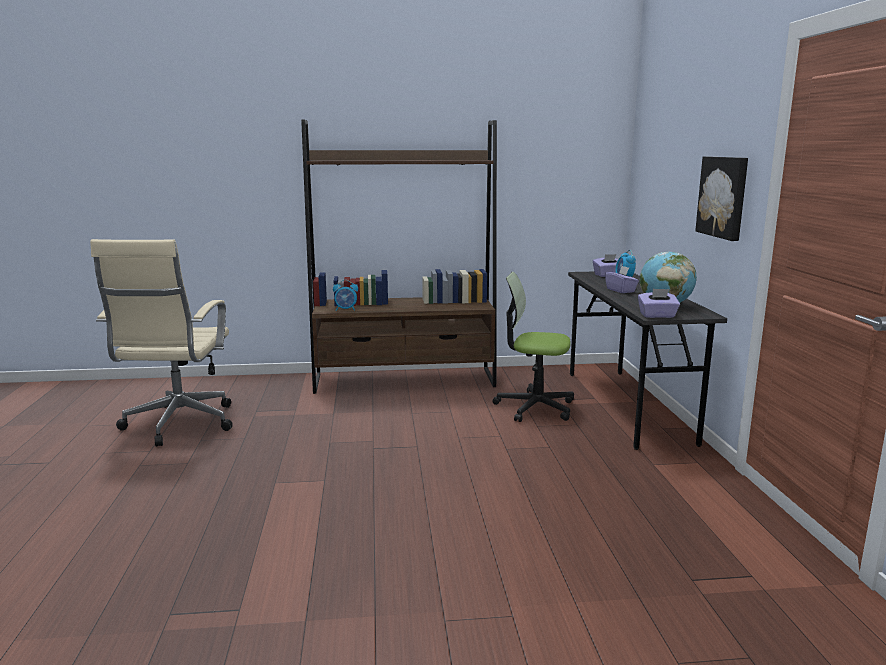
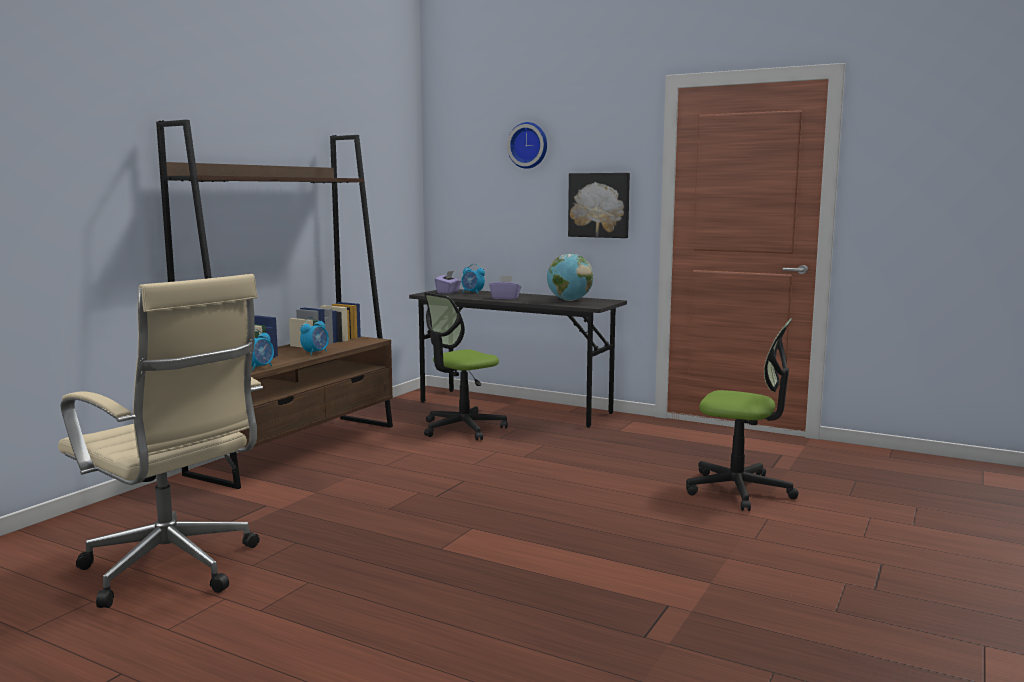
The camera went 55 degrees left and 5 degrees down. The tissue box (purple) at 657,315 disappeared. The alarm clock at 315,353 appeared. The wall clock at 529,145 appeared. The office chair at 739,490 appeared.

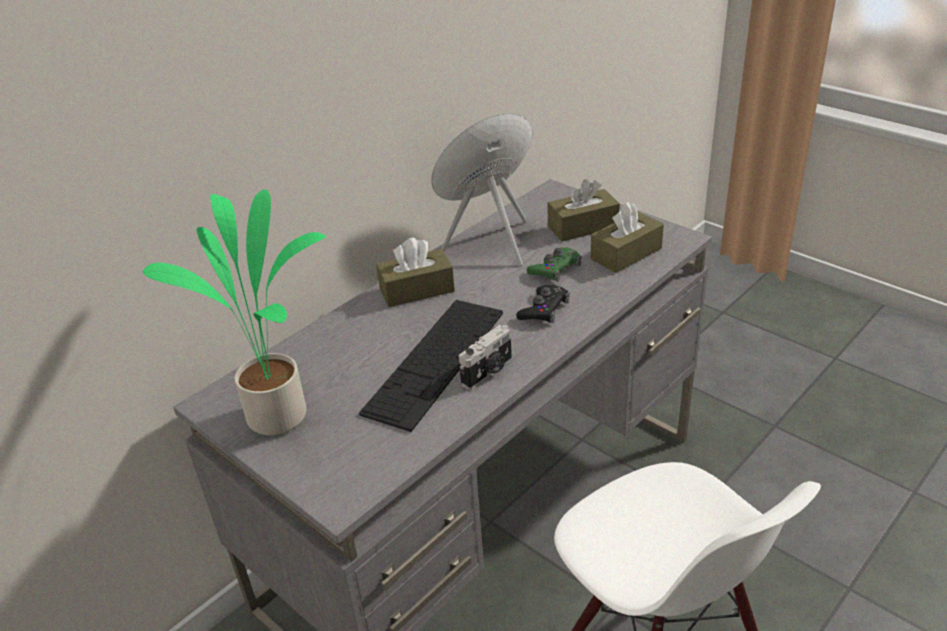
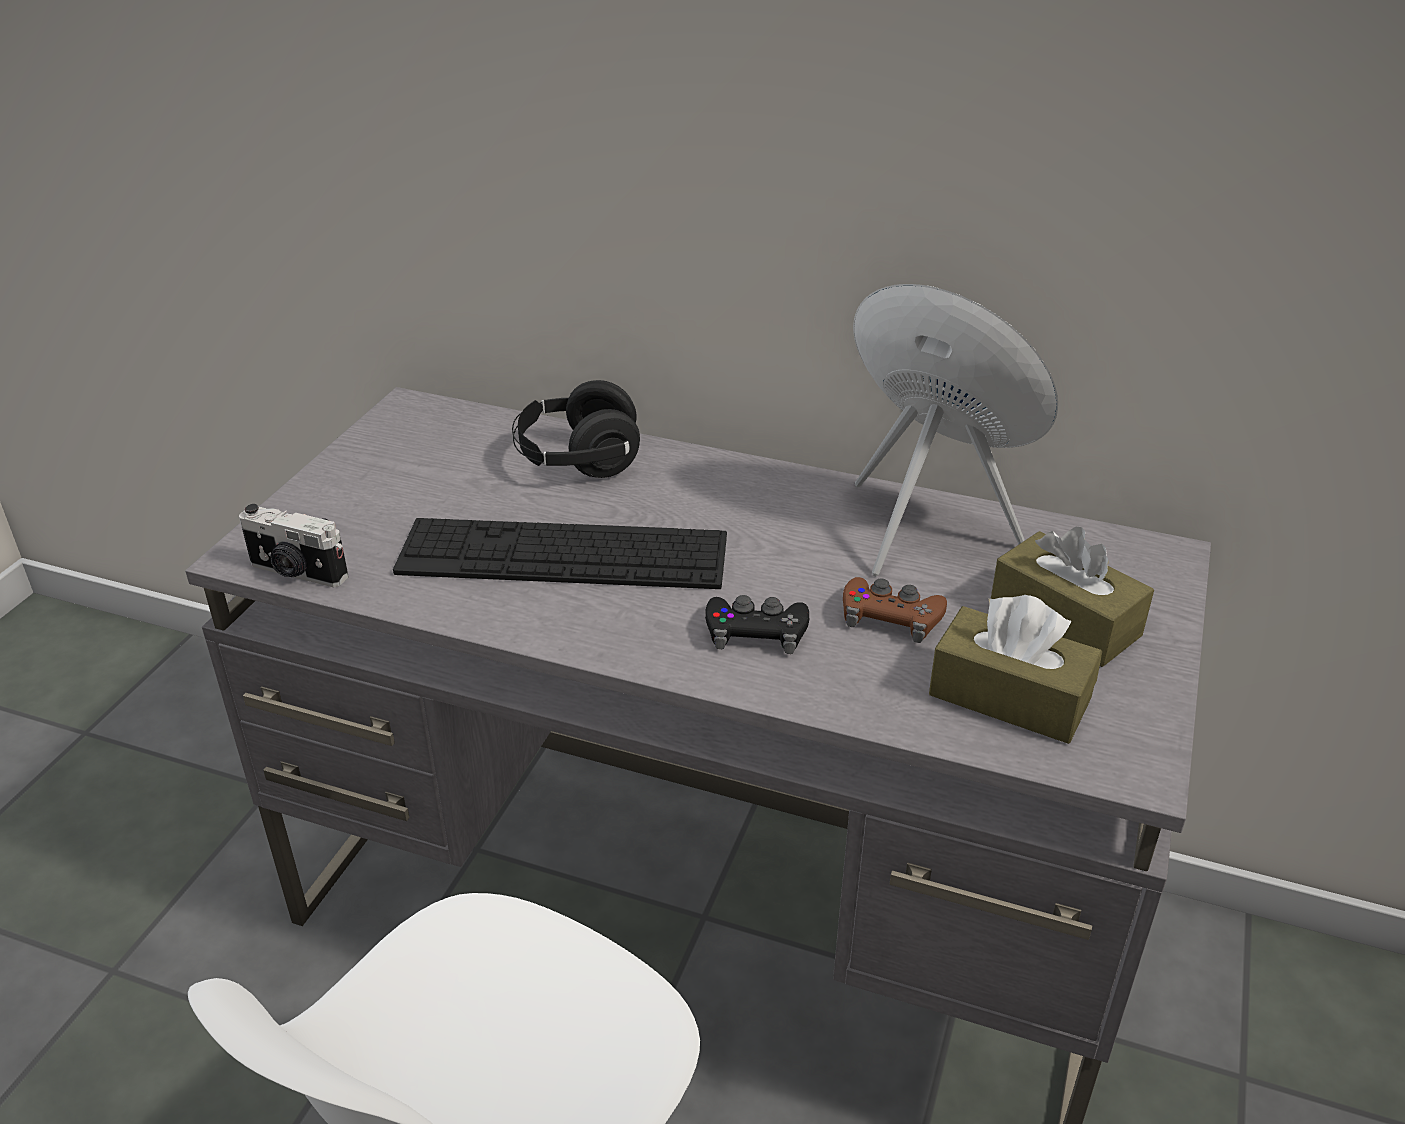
The camera went 65 degrees right and 0 degrees up. The potted plant at 280,414 disappeared. The tissue box (brown) at 417,290 disappeared. The photo camera moved from 488,372 to 297,572. The game controller (green) at 555,269 became the game controller (brown) at 891,617. The headphones (black) at 577,461 appeared.

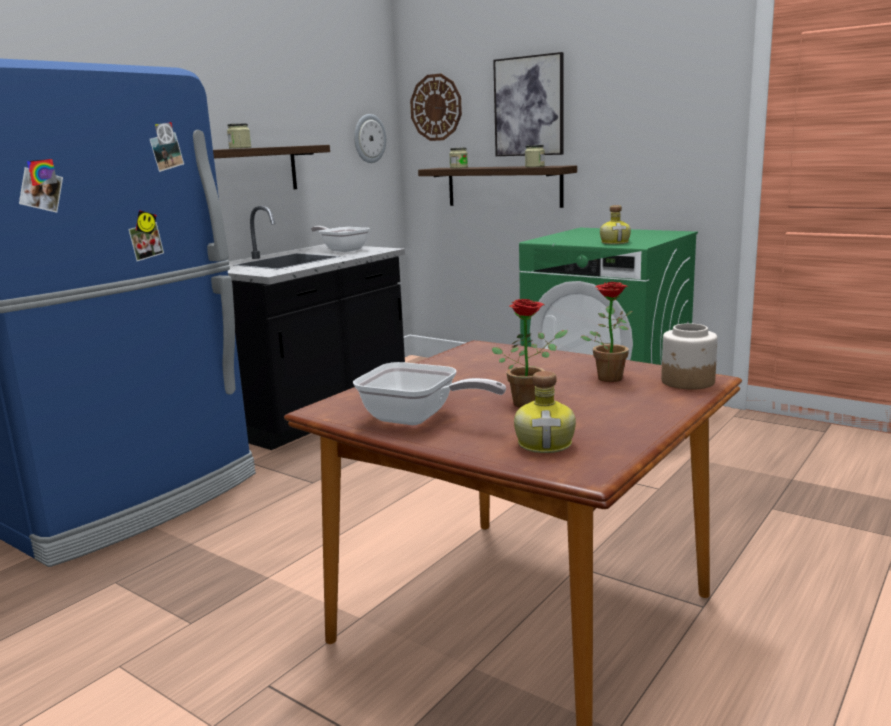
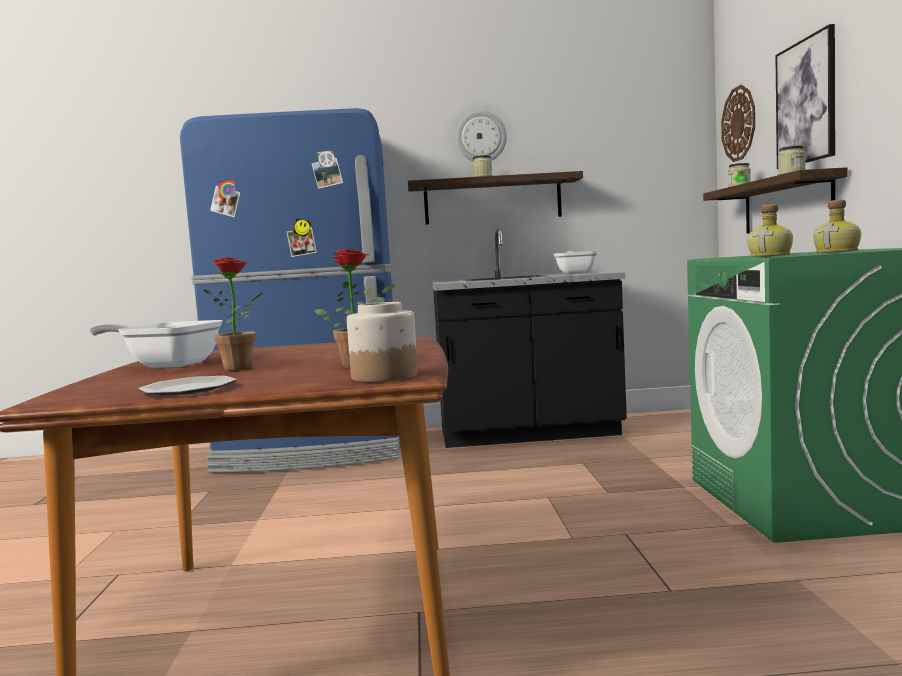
The camera went 50 degrees right and 10 degrees down. The frying pan at 417,419 turned 120 degrees clockwise. The wall clock moved from 369,138 to 481,137. The bottle moved from 546,443 to 838,252. The plate at 189,389 appeared.

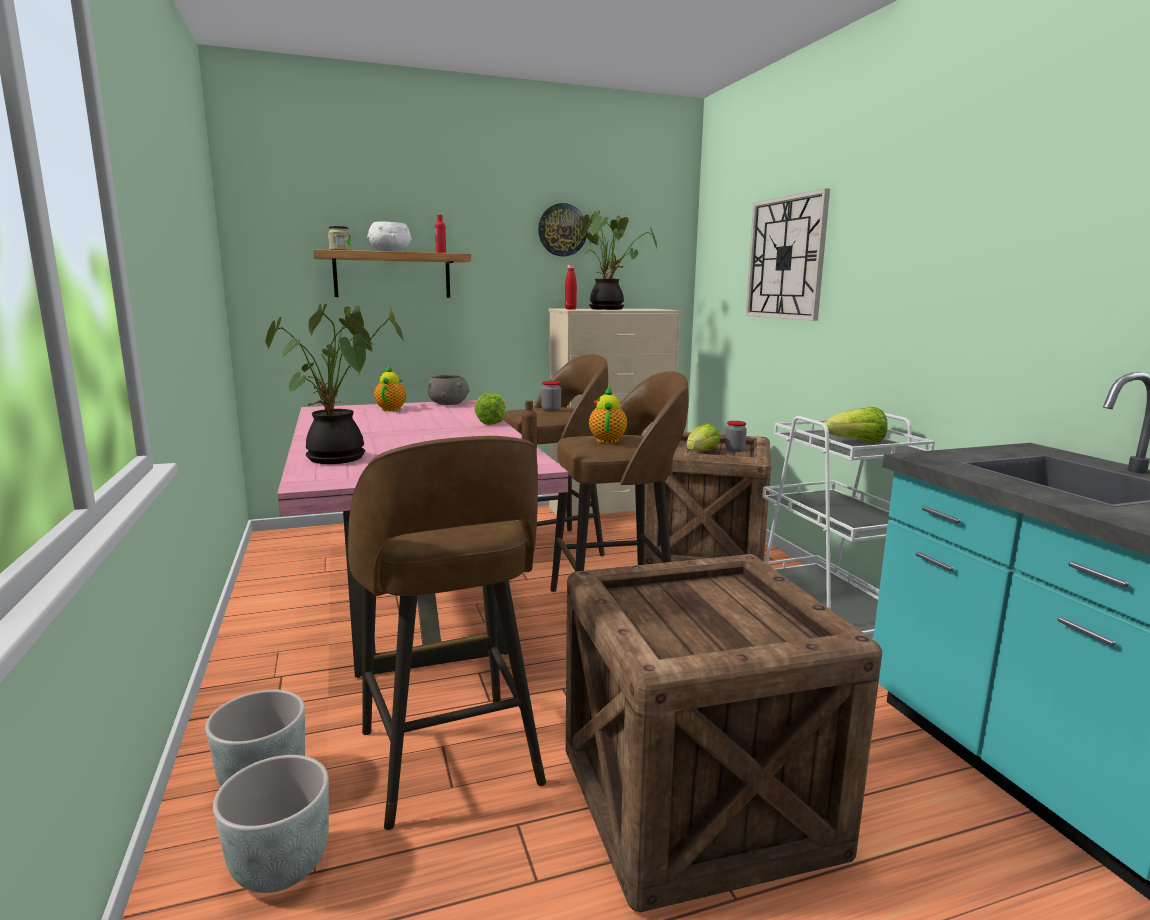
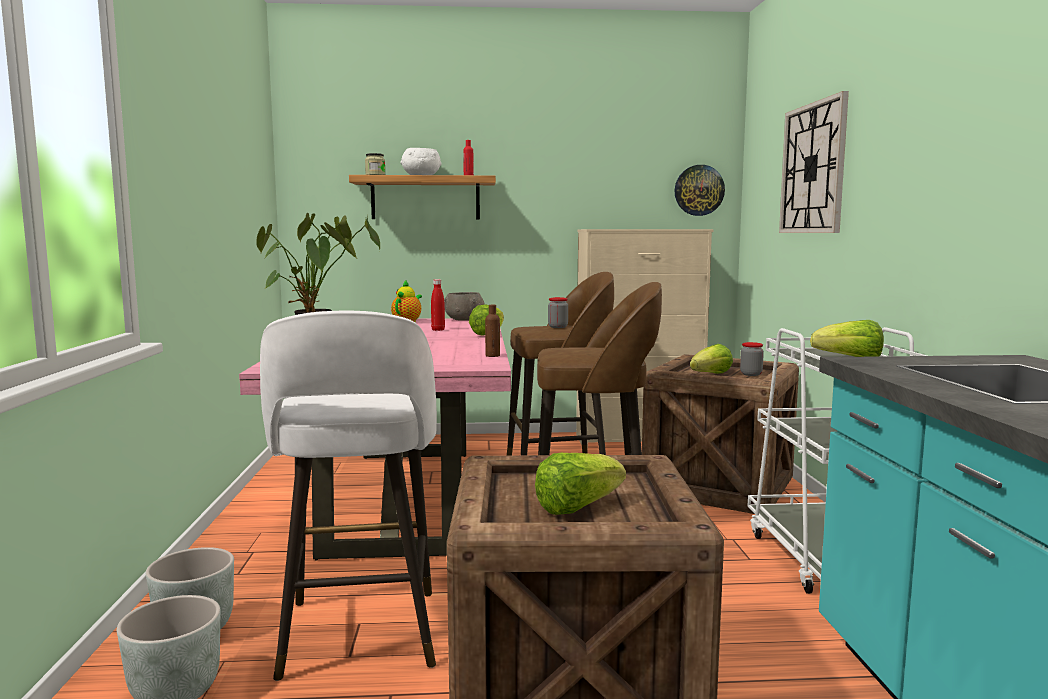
The camera went 15 degrees right and 5 degrees down. The stool (brown) at 450,762 became the stool (white) at 359,636. The wall clock moved from 562,230 to 699,190. The bottle (red) moved from 570,309 to 438,330. The potted plant at 609,309 disappeared. The teapot at 607,439 disappeared. The lettuce at 577,507 appeared.

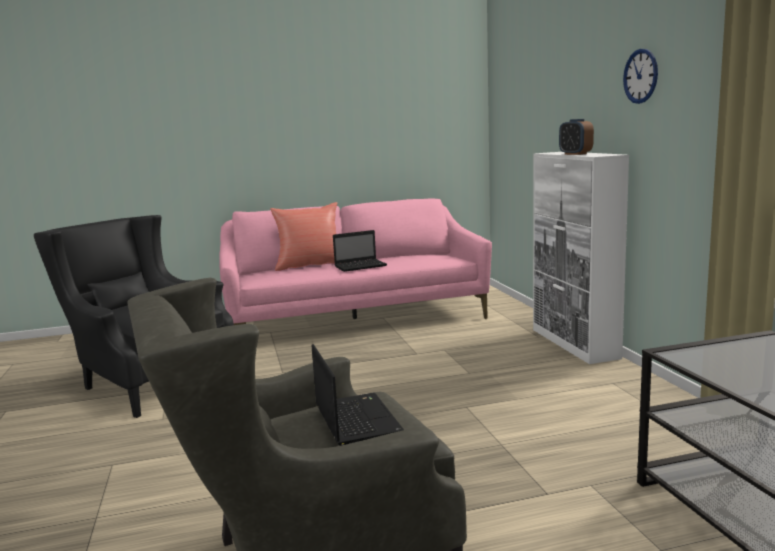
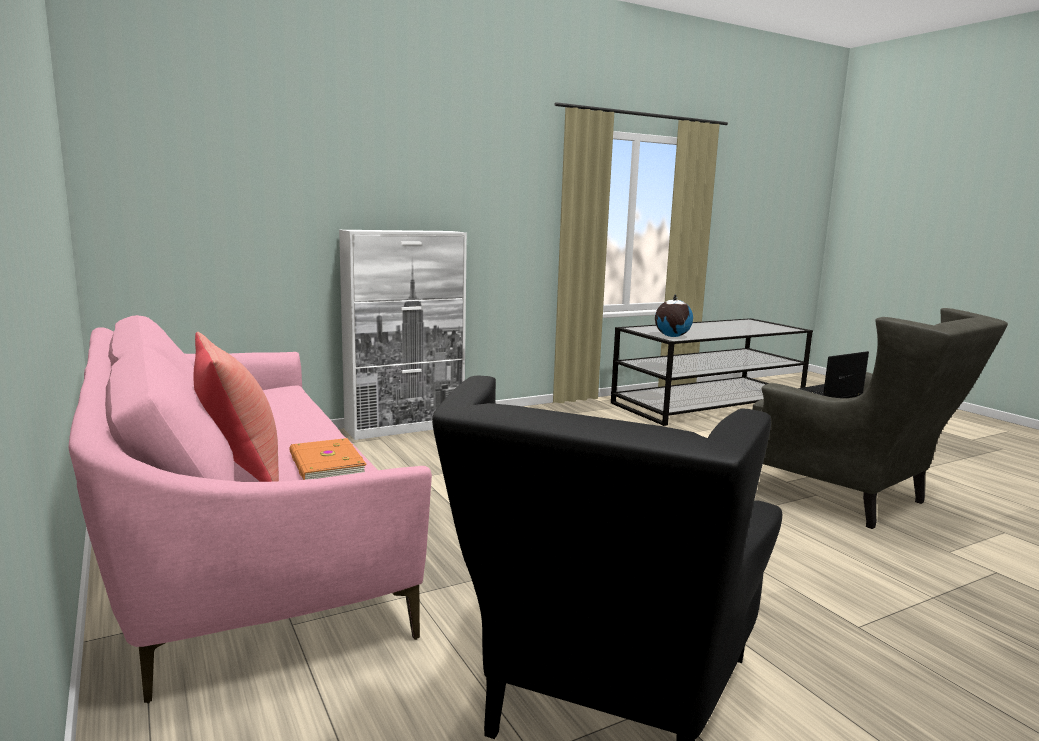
The camera went 105 degrees left and 0 degrees up. The laptop at 361,266 disappeared. The alarm clock at 575,154 disappeared. The wall clock at 640,76 disappeared. The book (orange) at 325,465 appeared. The globe at 671,336 appeared.

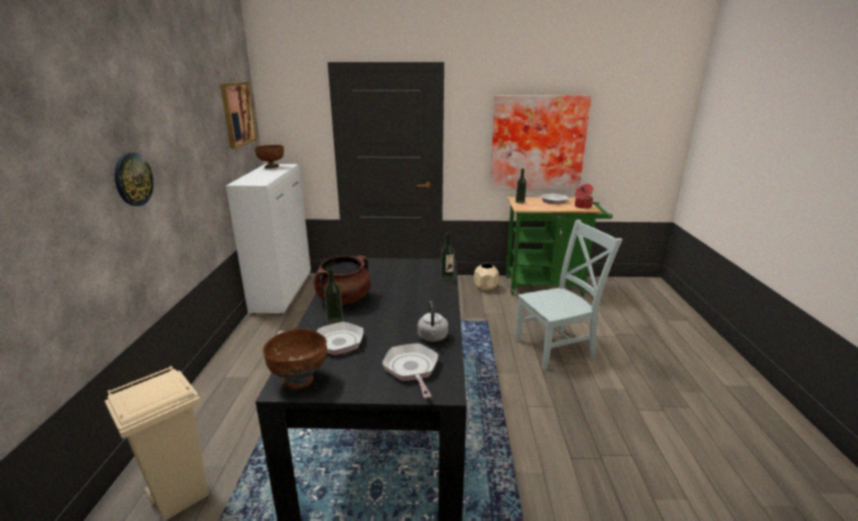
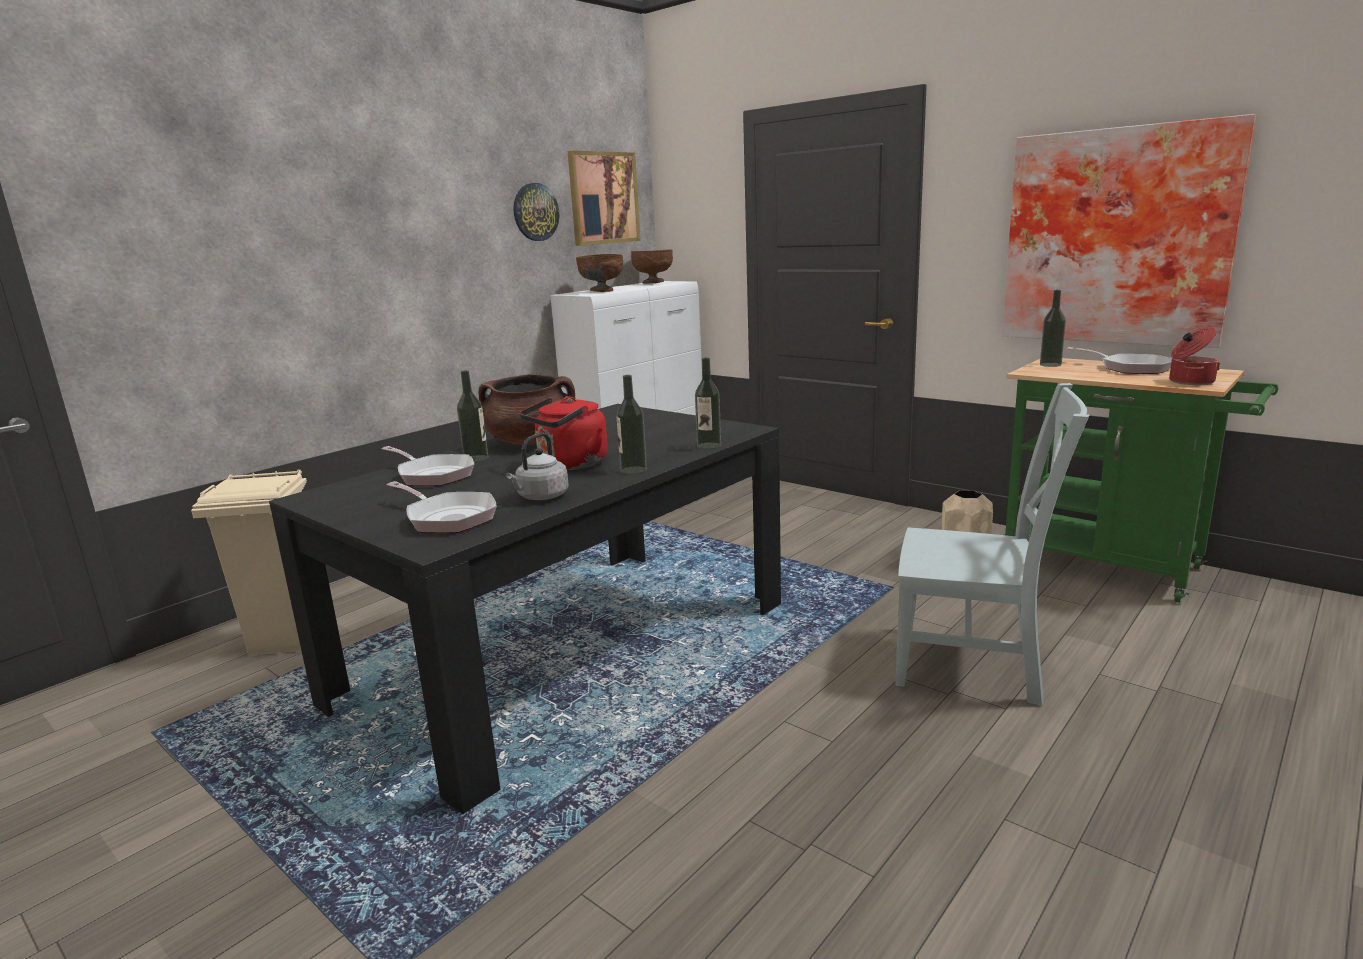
The camera went 40 degrees right and 5 degrees down. The wall clock moved from 133,179 to 535,212. The bowl (brown) moved from 299,381 to 602,291. The frying pan at 412,369 turned 105 degrees clockwise. The kettle (red) at 570,465 appeared. The bottle at 633,470 appeared.

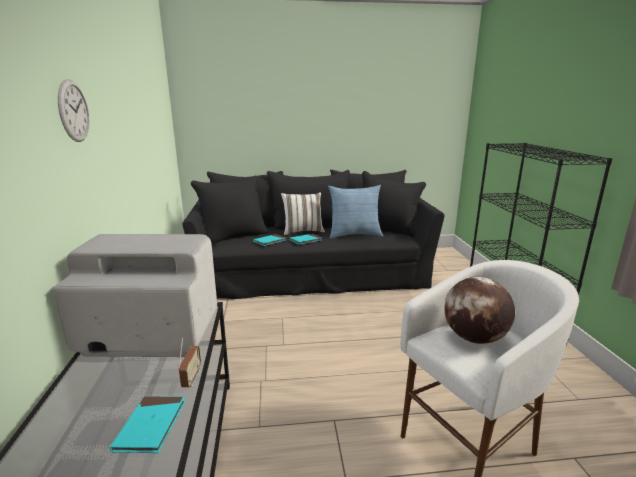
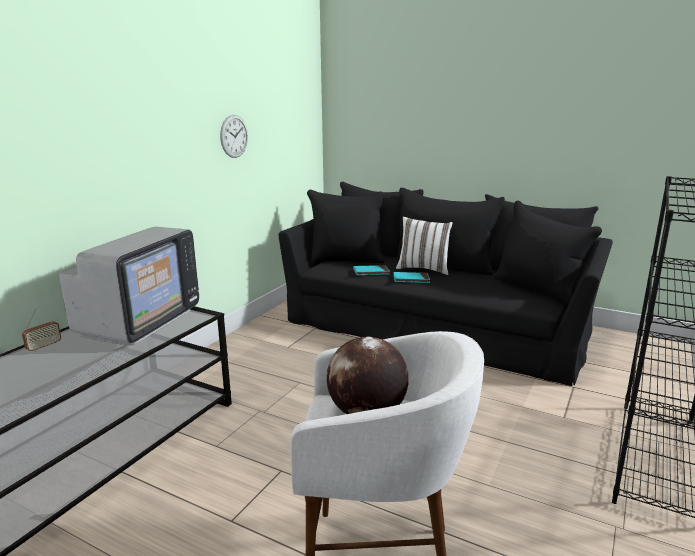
The camera went 35 degrees right and 0 degrees up. The television at 149,334 turned 75 degrees clockwise. The wall clock moved from 73,111 to 234,136. The book (turquoise) at 151,426 disappeared. The radio moved from 191,378 to 44,347. The pillow at 354,234 disappeared.

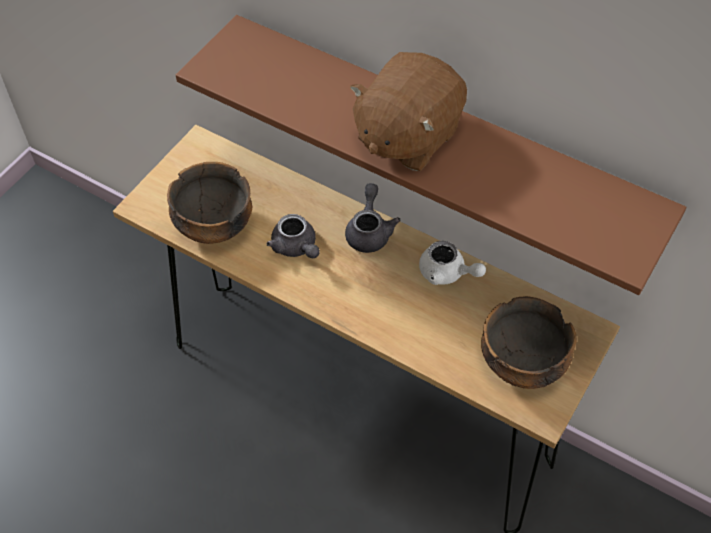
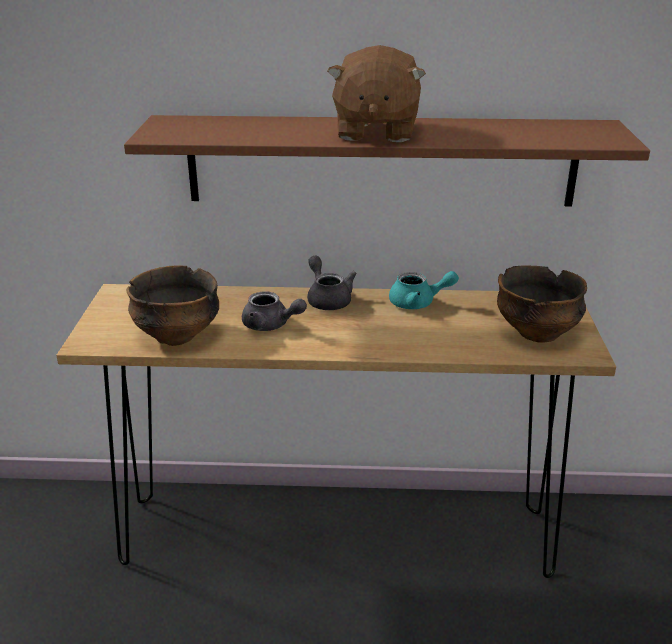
The camera went 30 degrees left and 25 degrees down. The teapot (white) at 447,273 became the teapot (turquoise) at 418,303.

